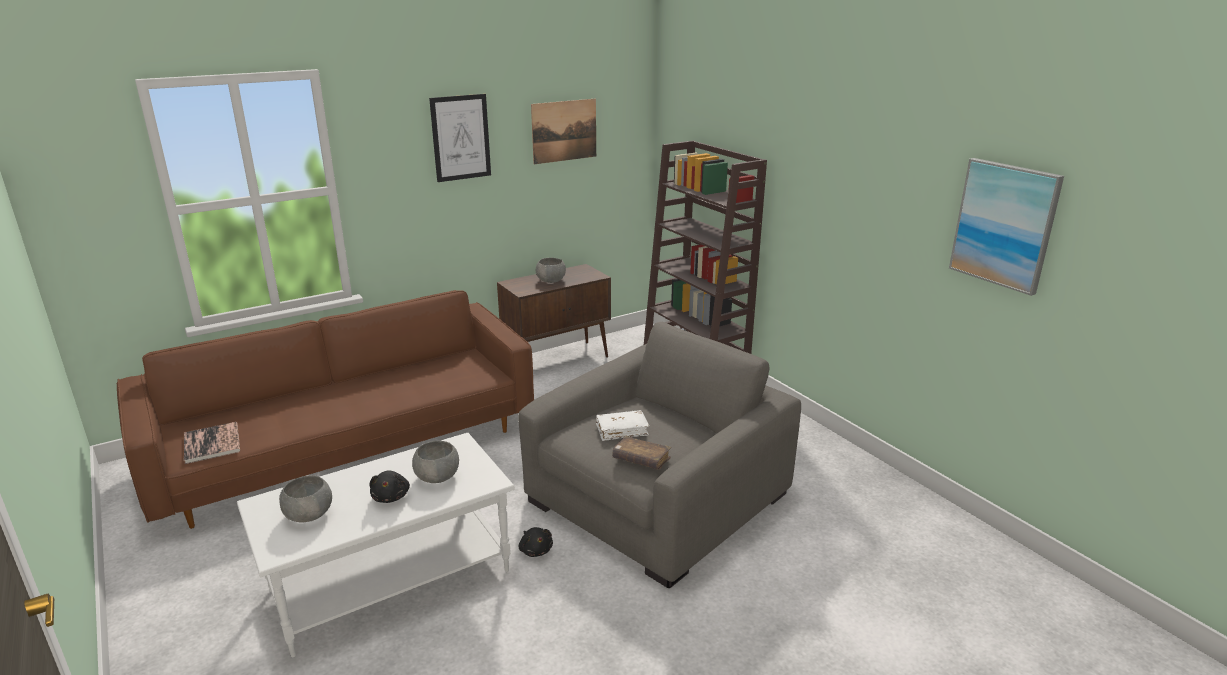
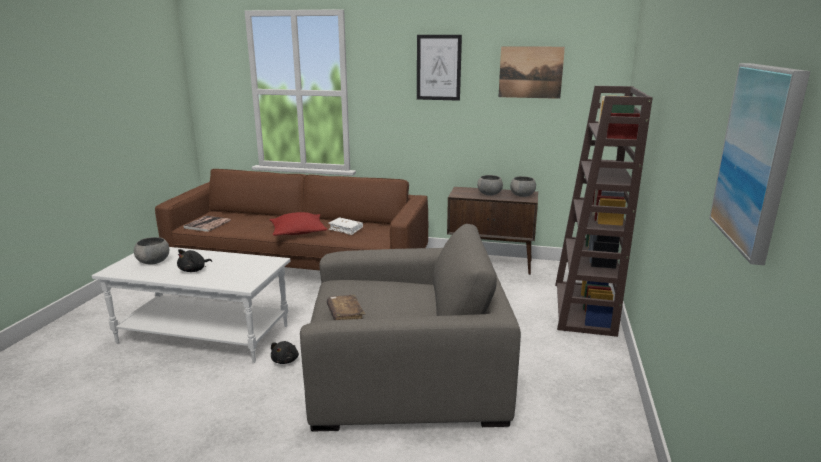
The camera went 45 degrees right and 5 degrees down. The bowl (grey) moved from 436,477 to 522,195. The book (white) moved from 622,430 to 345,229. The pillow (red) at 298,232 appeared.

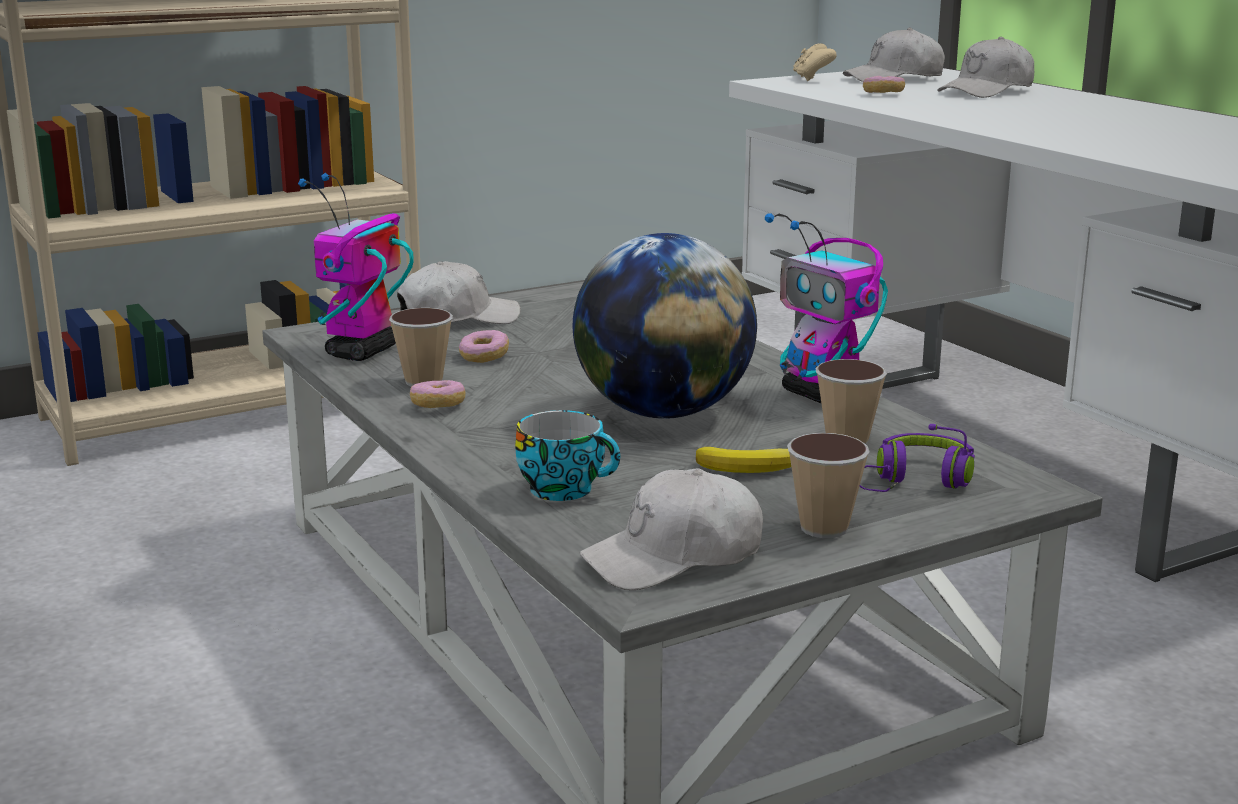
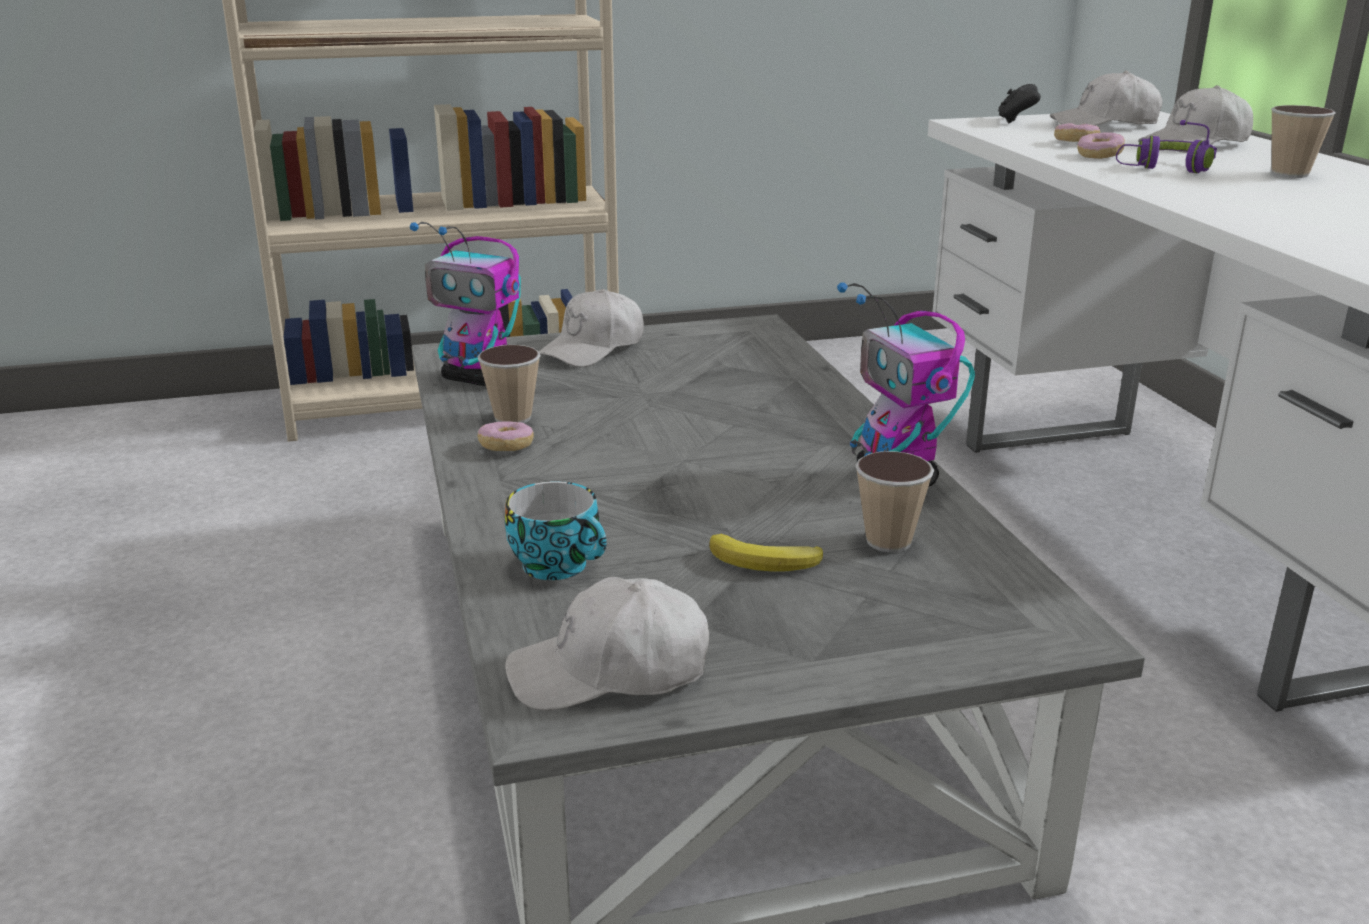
The camera went 15 degrees right and 5 degrees up. The toy robot at 361,352 turned 105 degrees counterclockwise. The cap (white) at 458,318 turned 135 degrees clockwise. The donut moved from 484,357 to 1099,156. The globe at 663,413 disappeared. The cup moved from 824,528 to 1290,174. The game controller (beige) at 812,79 became the game controller (black) at 1016,121. The headphones (purple) moved from 916,481 to 1166,169.

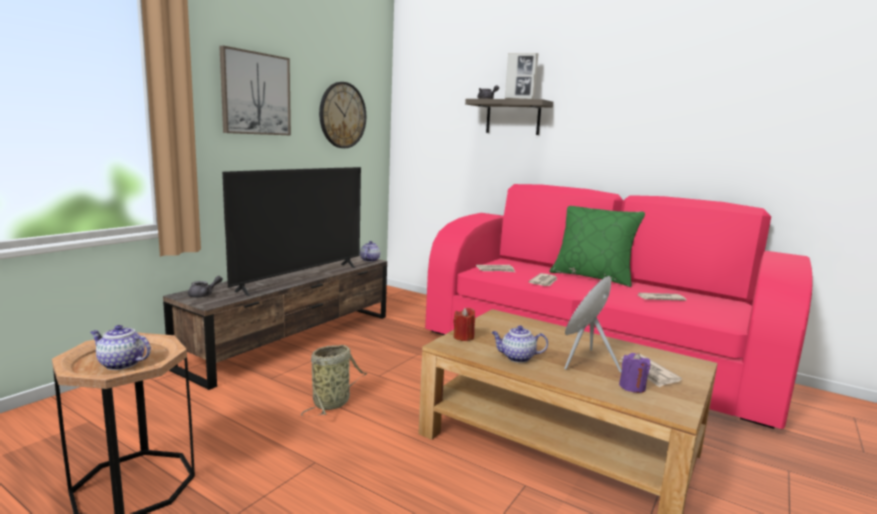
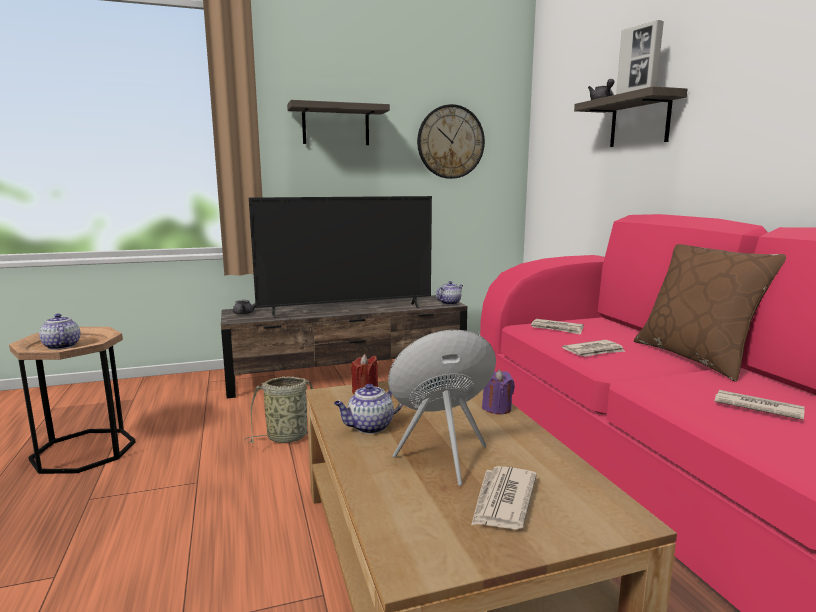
The camera went 40 degrees right and 0 degrees up. The picture at 255,94 was replaced by the shelf at 336,125. The teapot at 517,358 turned 75 degrees counterclockwise. The pillow (green) at 592,277 became the pillow (brown) at 696,357. The candle (purple) moved from 632,387 to 497,408.

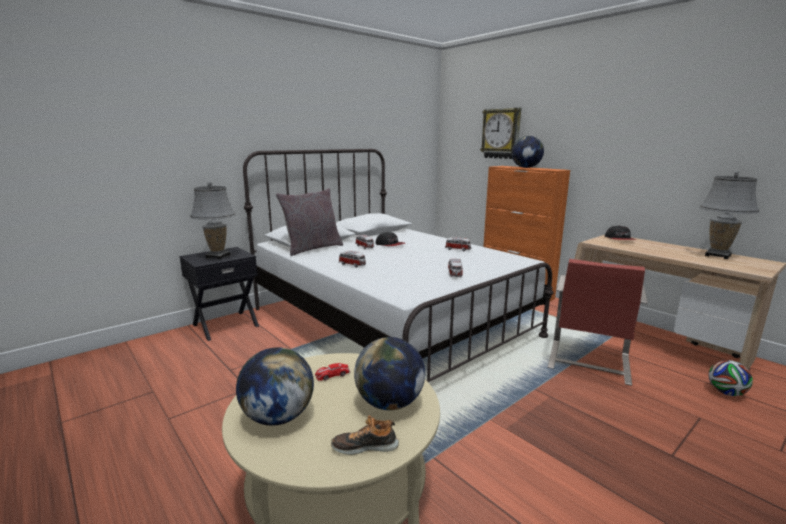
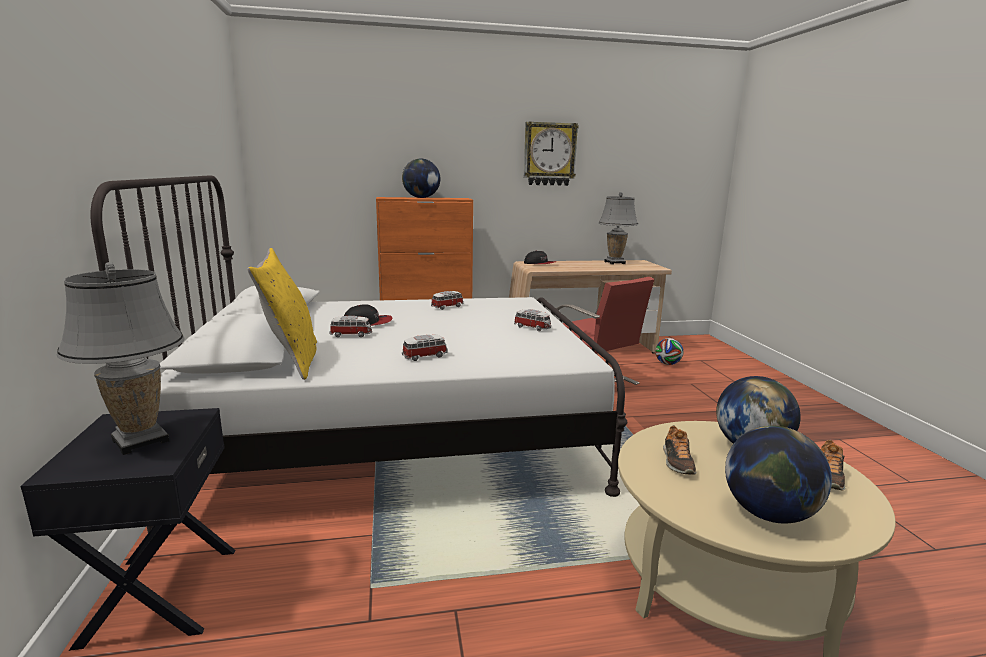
The camera went 60 degrees left and 0 degrees up. The pillow (grey) at 312,248 became the pillow (yellow) at 291,360. The toy car at 332,374 was replaced by the shoe at 677,462. The wall clock moved from 501,134 to 549,154.

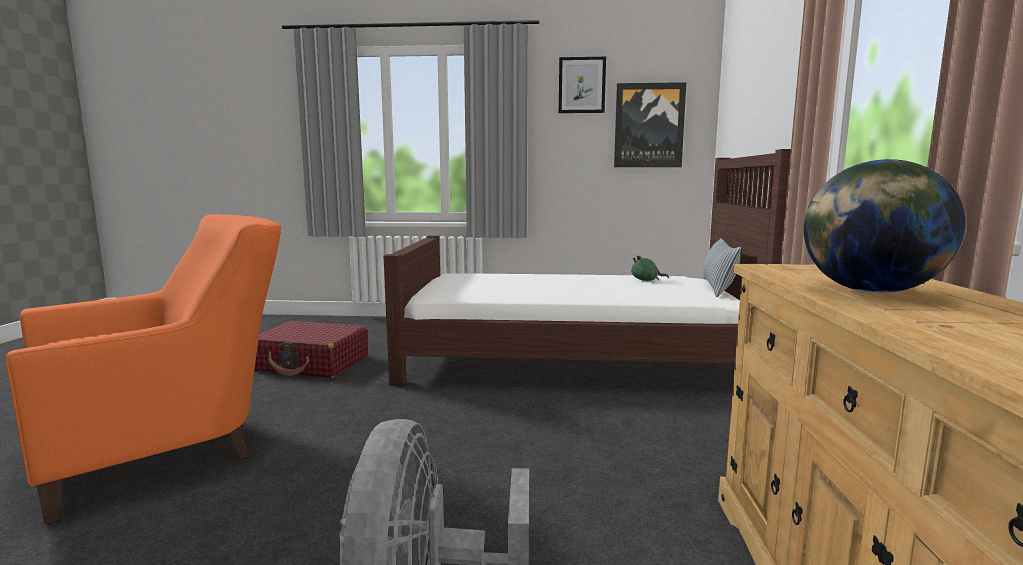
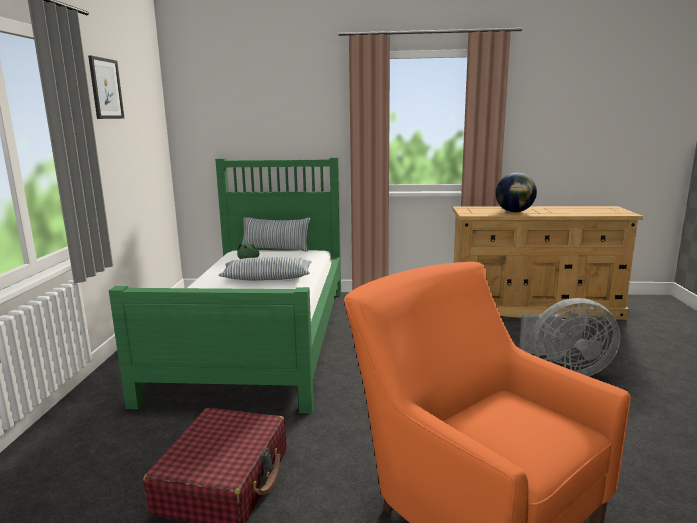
The camera went 90 degrees left and 5 degrees up. The bed (brown) at 574,358 became the bed (green) at 259,336. The picture at 649,125 disappeared. The pillow at 267,278 appeared.

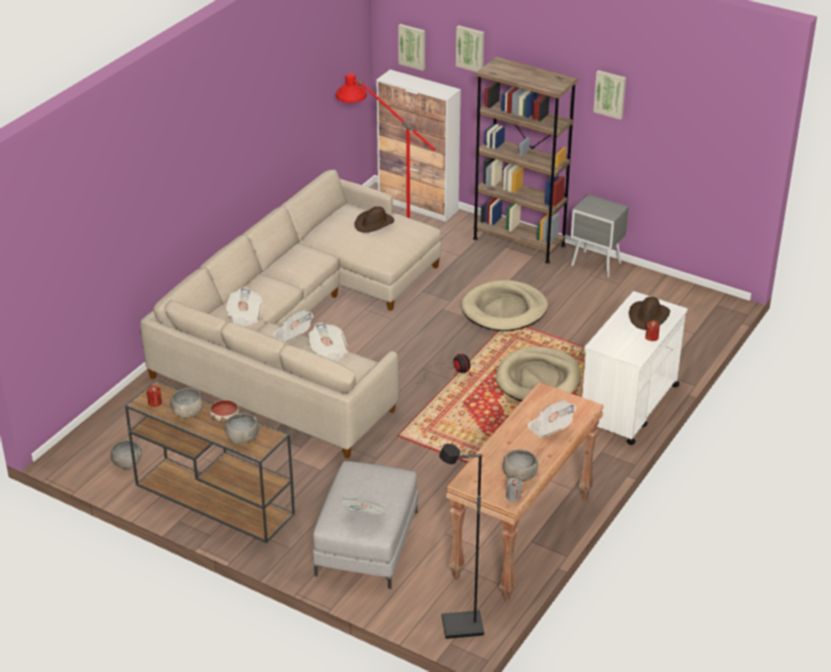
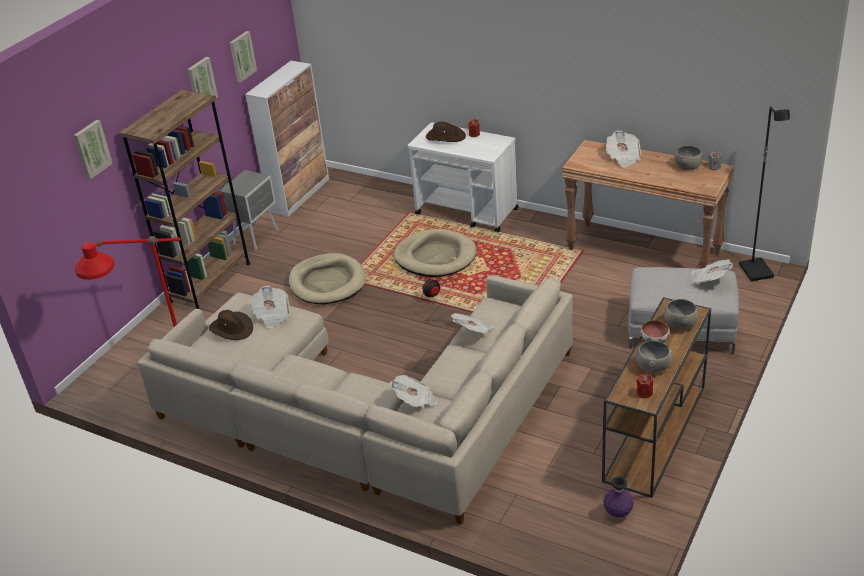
The camera went 90 degrees left and 0 degrees up. The bowl (grey) at 127,463 was replaced by the vase (purple) at 618,513. The newspaper moved from 293,335 to 272,315. The cabinet moved from 418,205 to 299,195. The picture moved from 412,46 to 241,56.

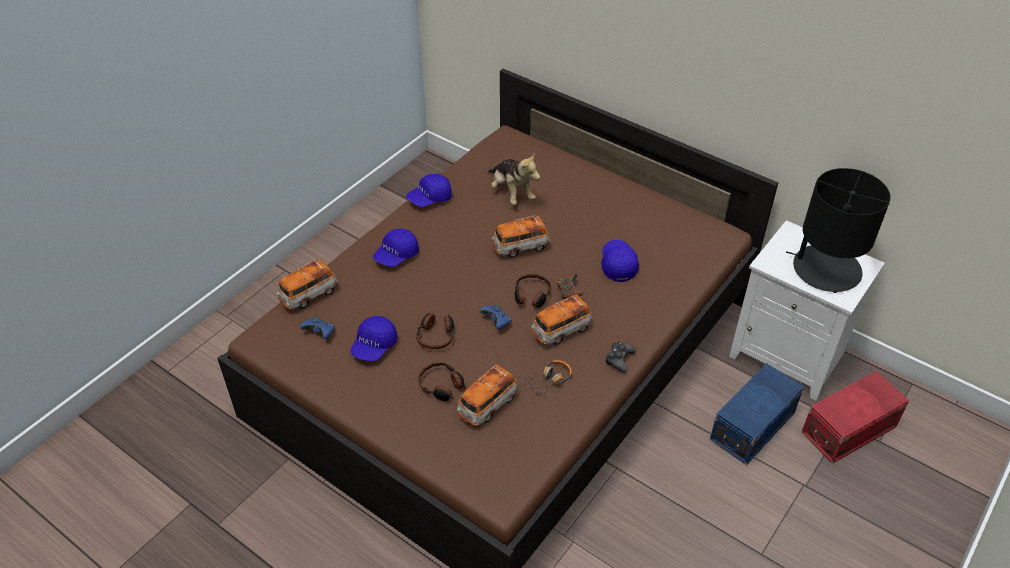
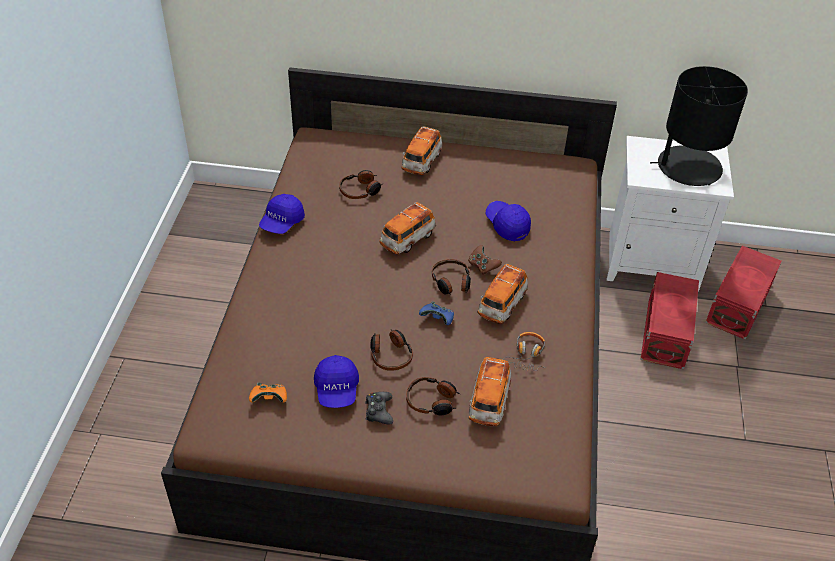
The camera went 30 degrees left and 0 degrees up. The toy car moved from 309,295 to 421,162. The game controller (blue) at 320,333 became the game controller (orange) at 269,399. The cap (blue) at 396,255 disappeared. The plush toy at 512,193 was replaced by the headphones at 360,190. The game controller (black) moved from 619,359 to 379,411. The storage box (blue) at 754,426 became the storage box (red) at 667,333.

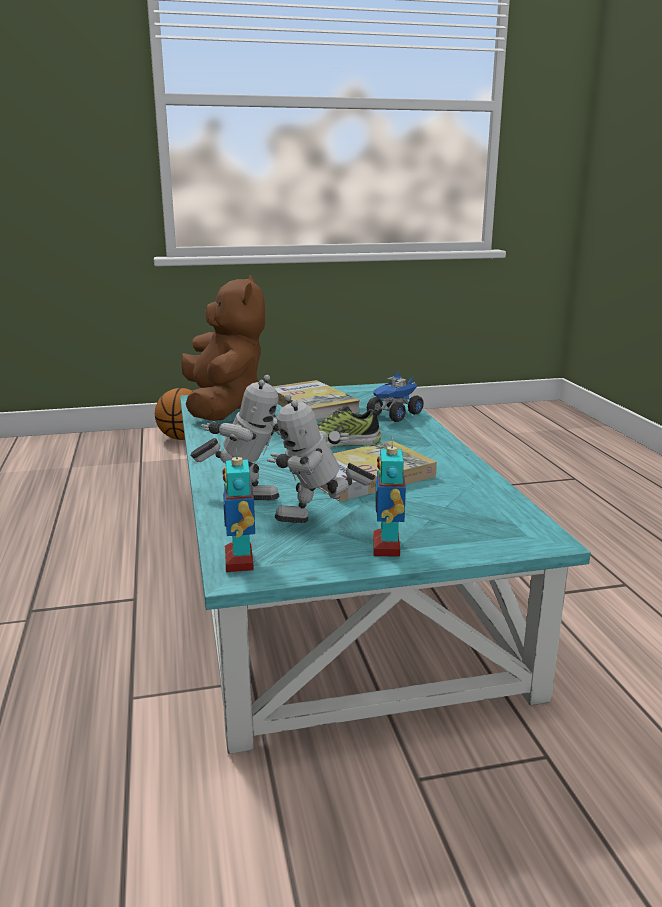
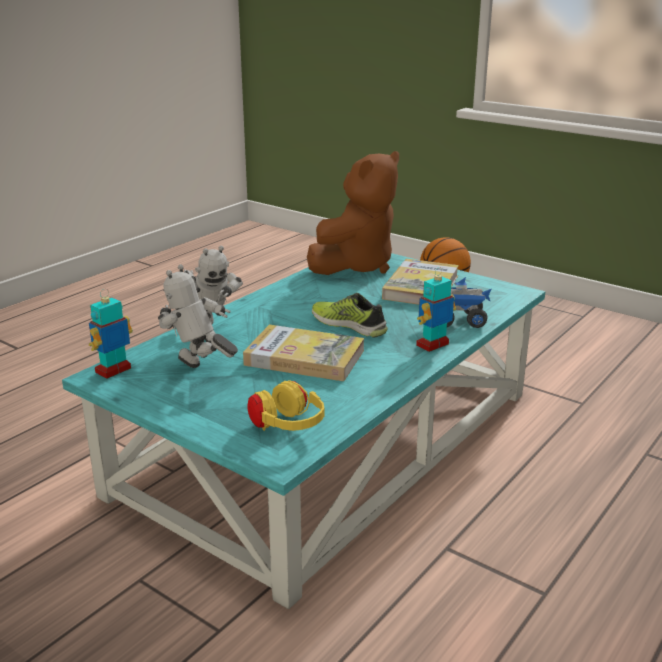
The camera went 50 degrees right and 5 degrees up. The toy robot moved from 387,547 to 433,345. The headphones (yellow) at 287,428 appeared.

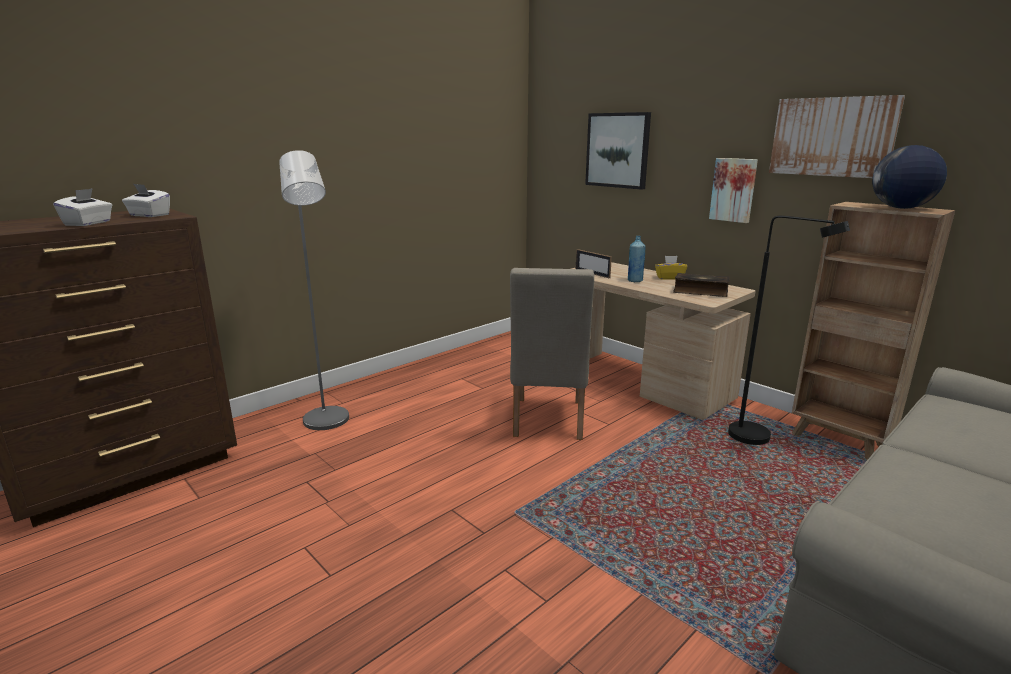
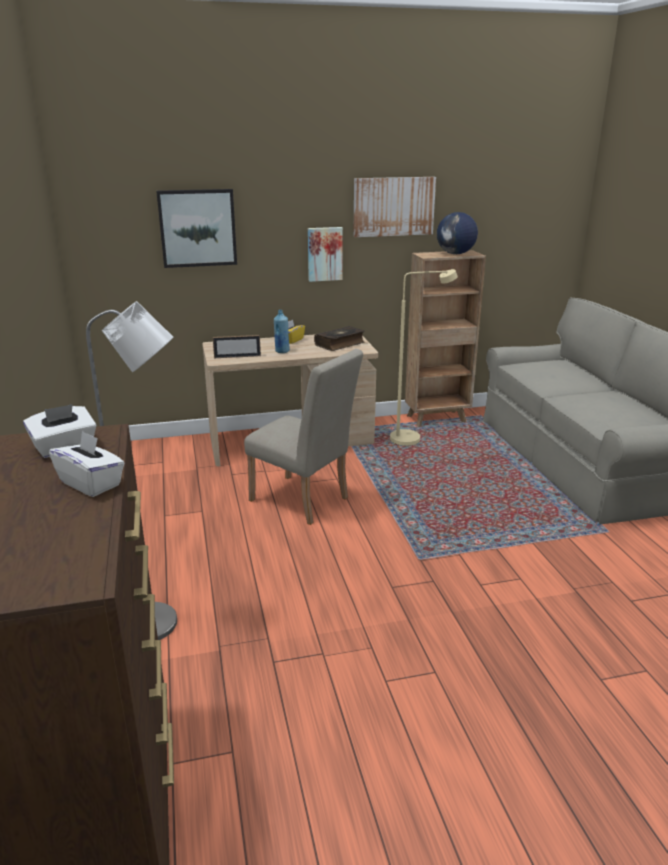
The camera went 60 degrees left and 5 degrees up. The floor lamp (black) at 759,440 became the floor lamp (beige) at 413,439.

